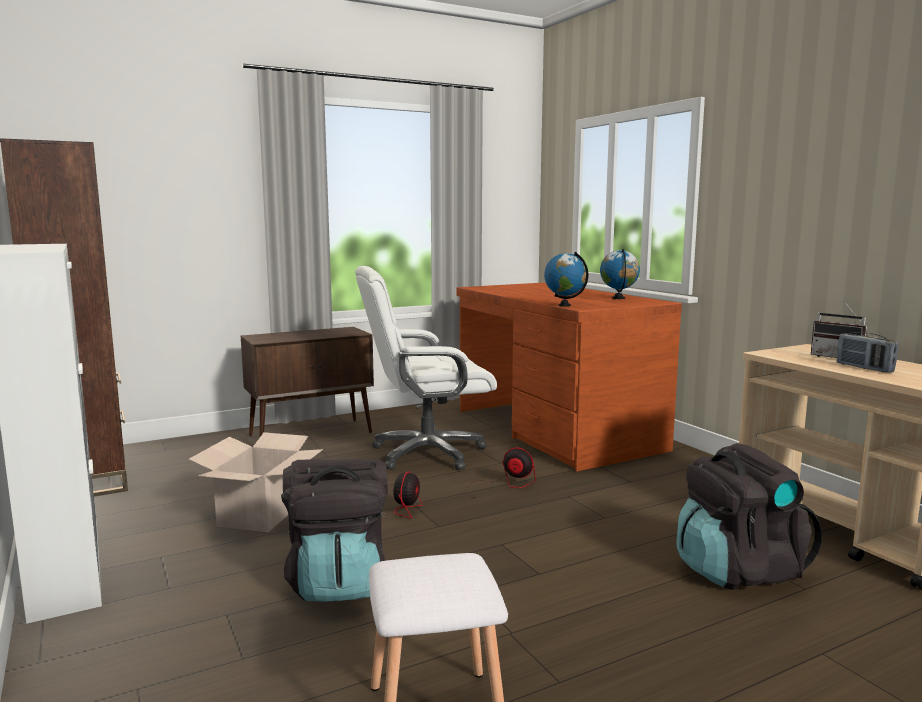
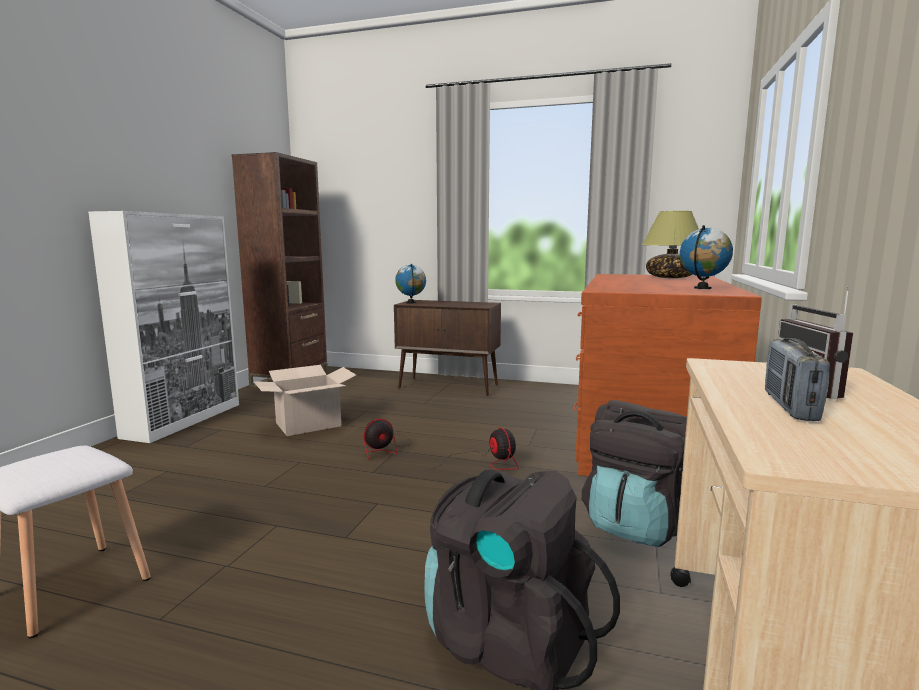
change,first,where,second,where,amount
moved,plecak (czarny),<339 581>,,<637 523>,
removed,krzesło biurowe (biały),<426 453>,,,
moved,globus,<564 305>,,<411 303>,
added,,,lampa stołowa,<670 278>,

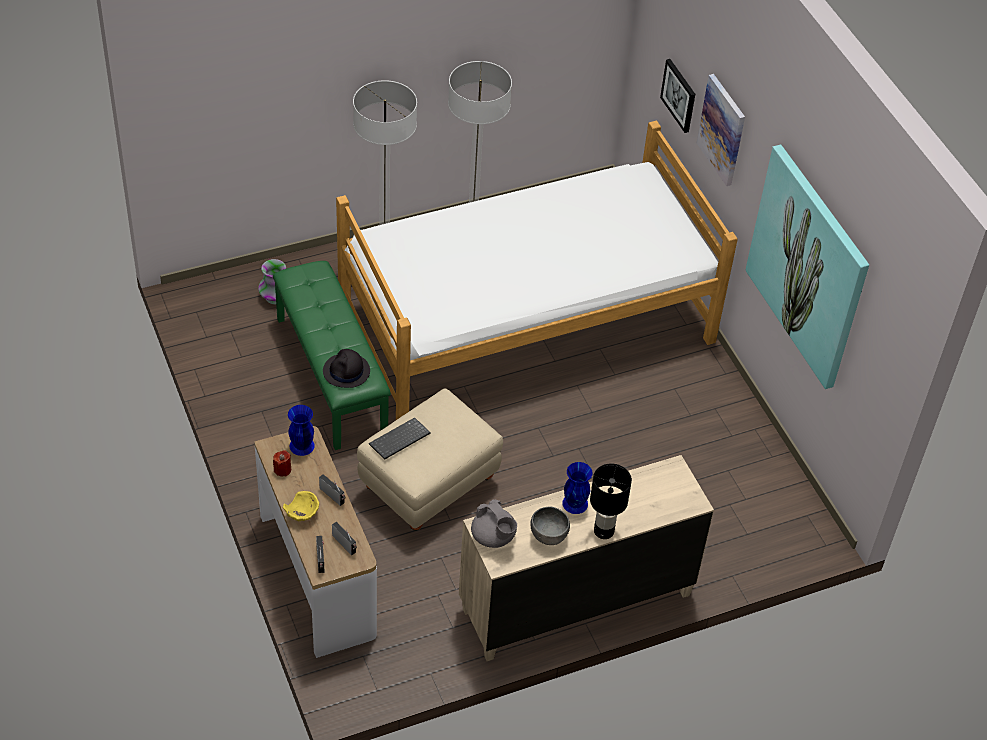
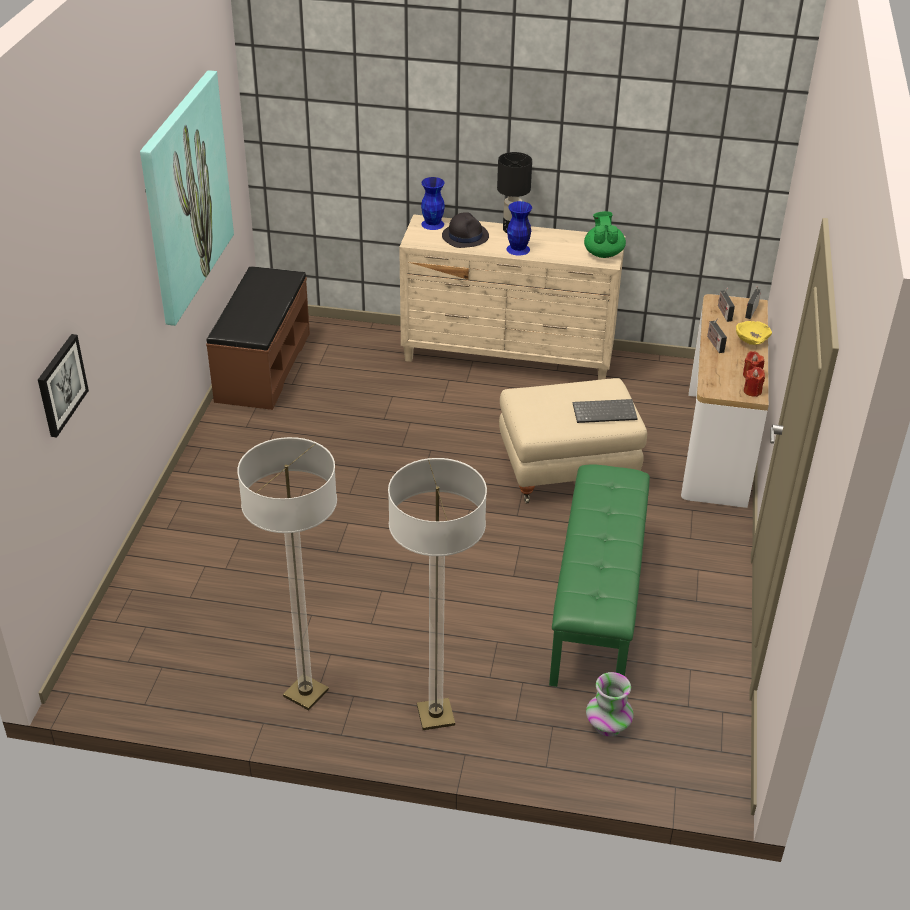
change,first,where,second,where,amount
moved,wazon (niebieski),<301 446>,,<433 224>,
moved,kapelusz (czarny),<346 371>,,<465 236>,
removed,łóżko,<527 323>,,,
recoloured,imbryk (szary),<493 537>,imbryk (zielony),<603 253>,
removed,miska (szary),<549 537>,,,
removed,obraz,<722 129>,,,
added,,,ławka (brązowy),<262 366>,
added,,,świeca (czerwony),<752 391>,

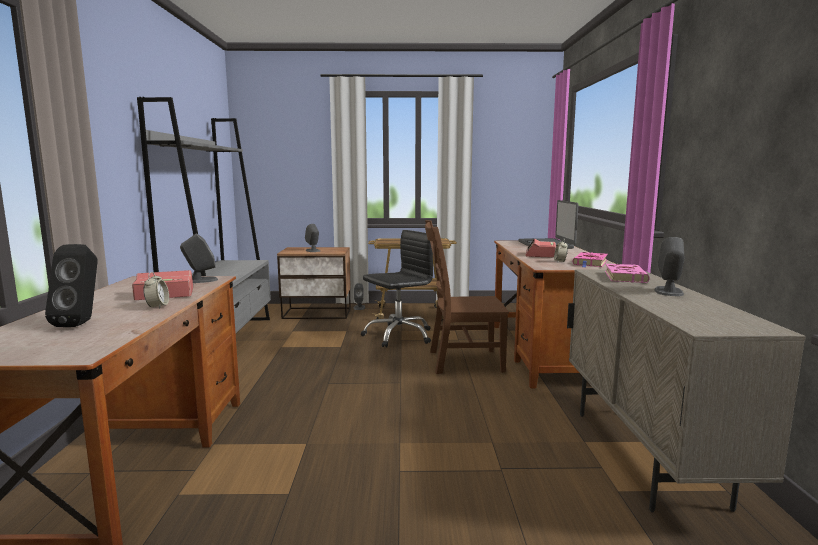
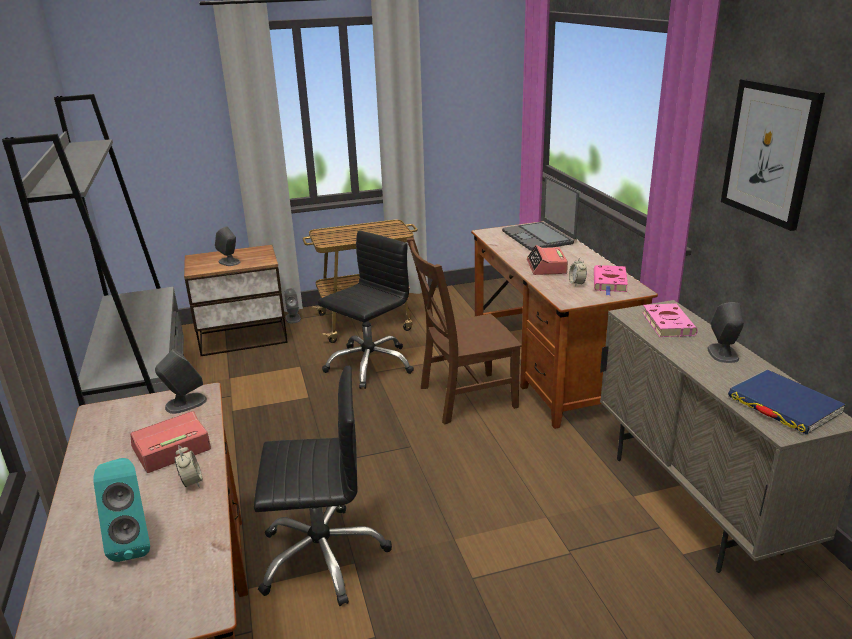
change,first,where,second,where,amount
recoloured,głośnik (czarny),<81 323>,głośnik (turkusowy),<134 542>,
added,,,krzesło biurowe (czarny),<322 555>,
added,,,obraz,<770 152>,
added,,,książka (niebieski),<783 405>,

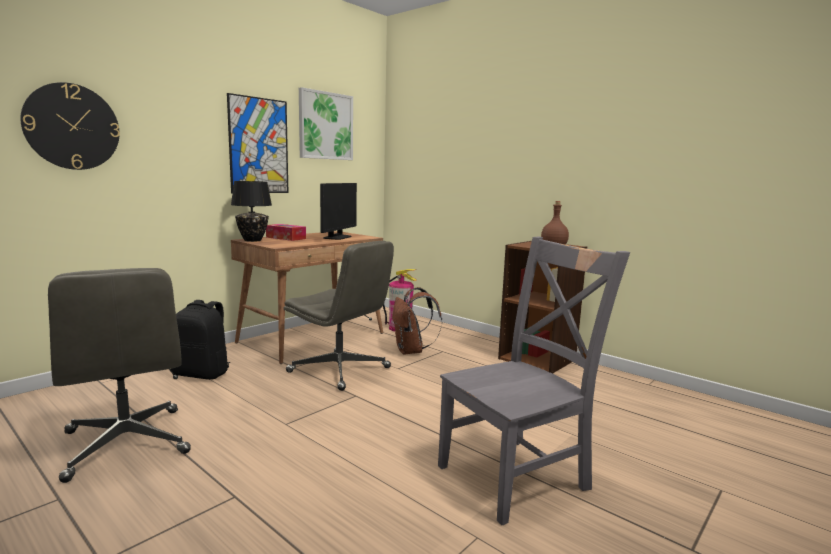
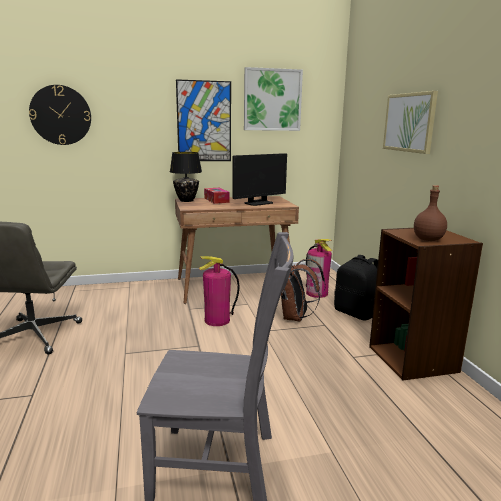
change,first,where,second,where,amount
moved,plecak (czarny),<202 373>,,<356 313>,
replaced,krzesło biurowe (szary),<340 370>,gaśnica,<217 320>,
added,,,obraz,<409 122>,

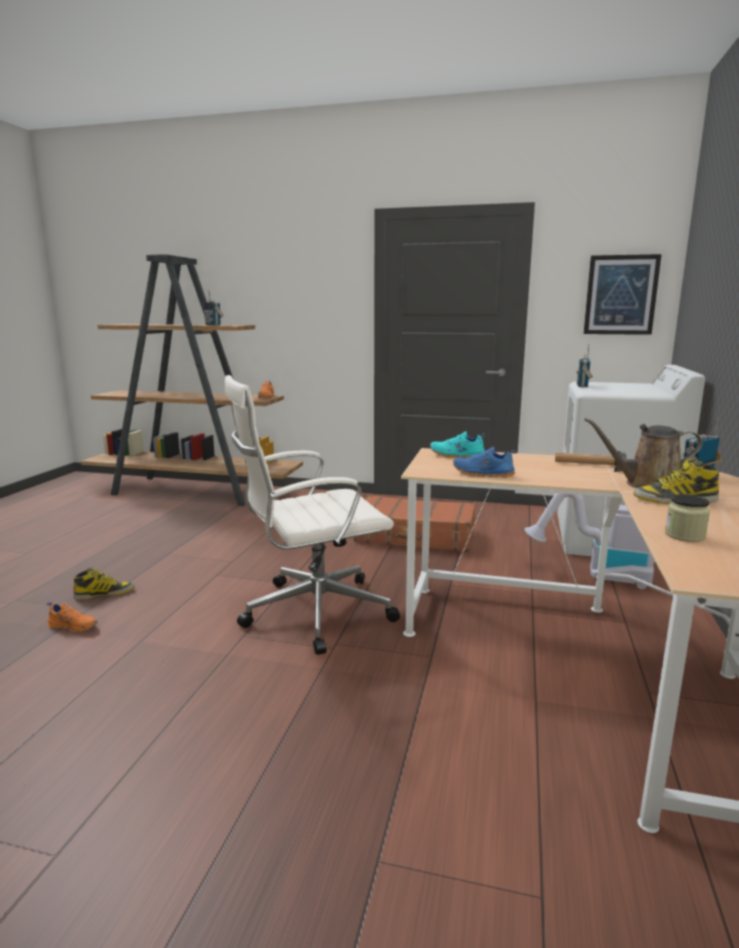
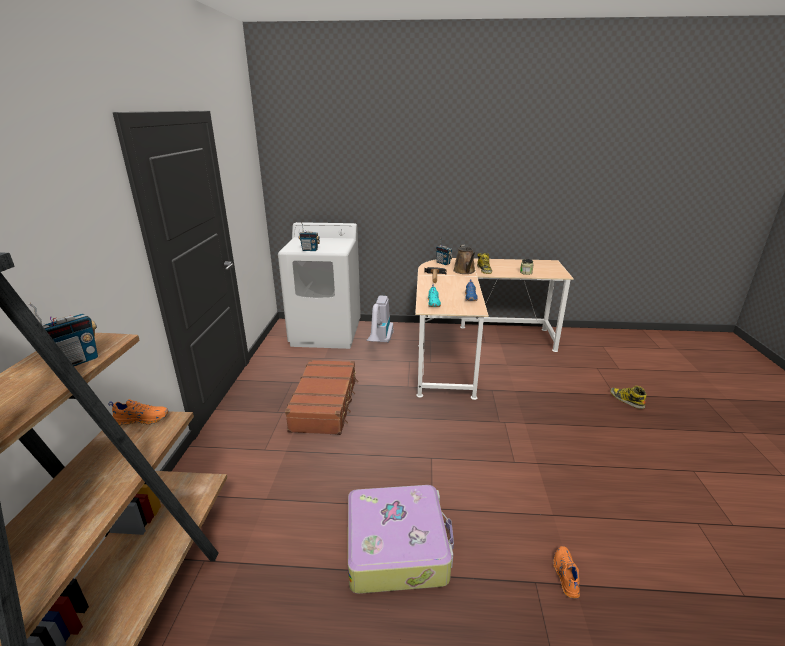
change,first,where,second,where,amount
moved,but z cholewką,<104 593>,,<626 400>,
removed,krzesło biurowe (biały),<313 612>,,,
removed,obraz,<621 295>,,,
added,,,walizka,<397 546>,

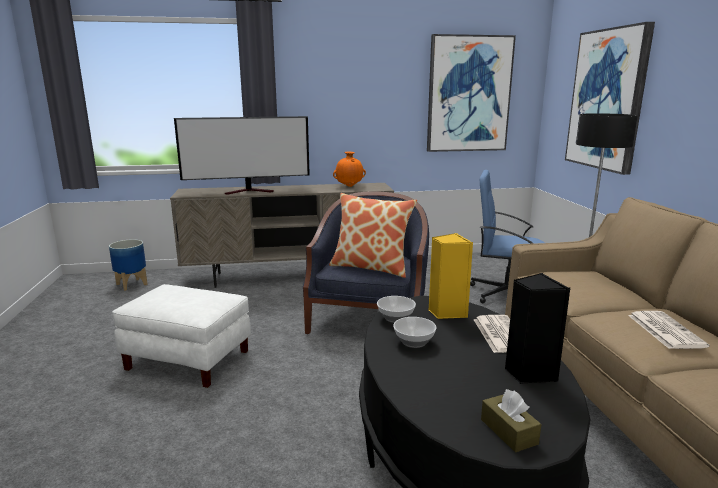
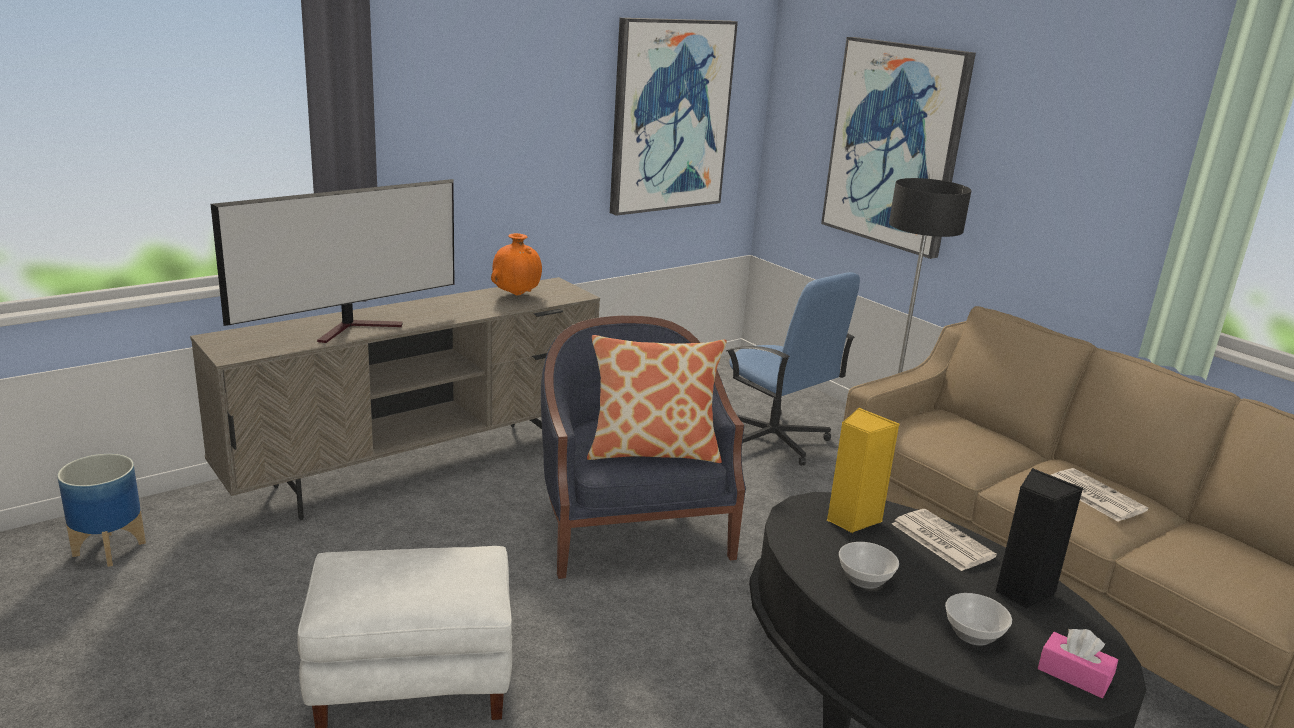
change,first,where,second,where,amount
moved,miska,<395 318>,,<972 634>,
turned,krzesło biurowe (niebieski),<505 293>,,<773 440>,120 degrees counterclockwise
recoloured,pudełko chusteczek (brązowy),<508 431>,pudełko chusteczek (różowy),<1074 675>,

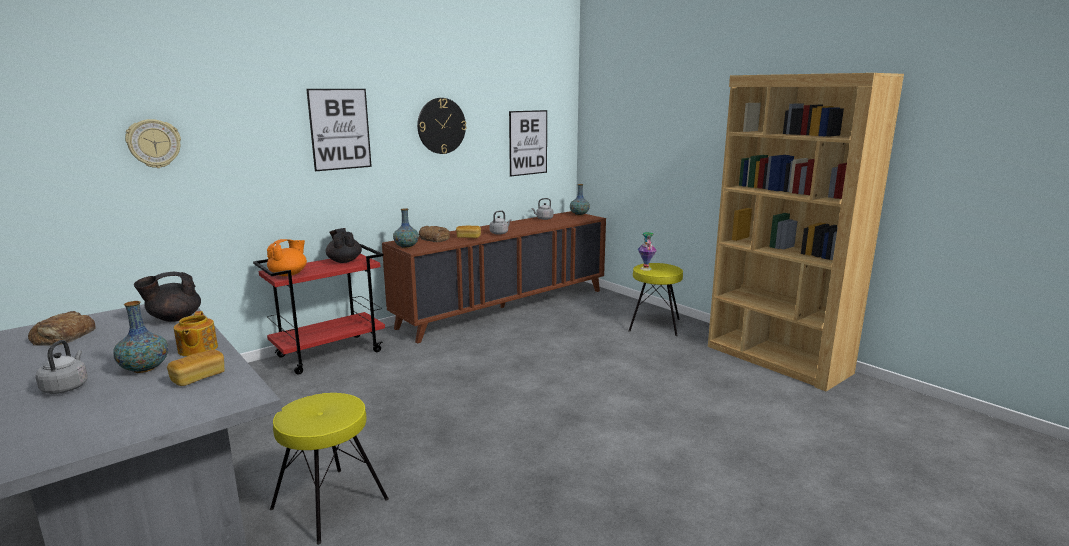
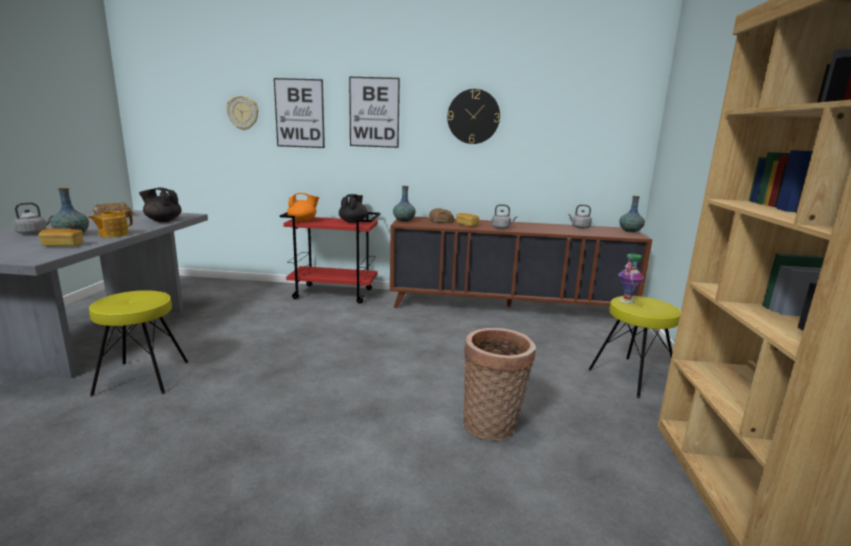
change,first,where,second,where,amount
moved,obraz,<528 143>,,<299 113>,
added,,,koszyk,<493 426>,

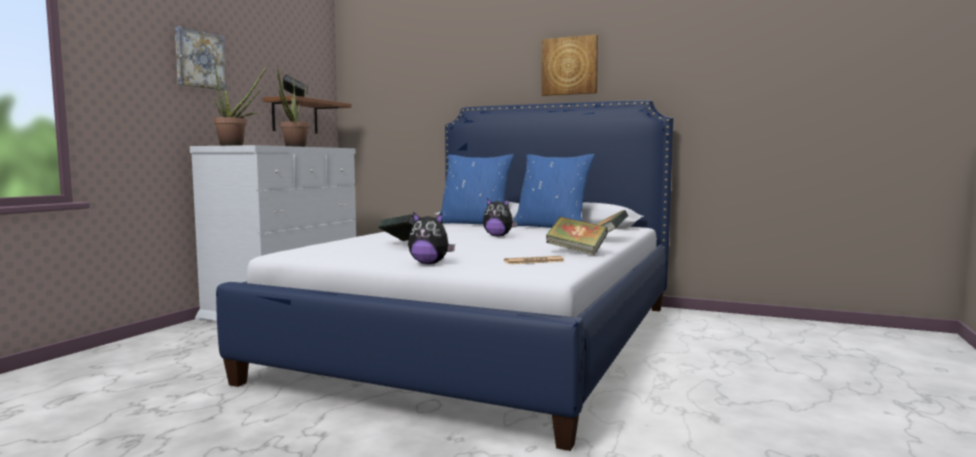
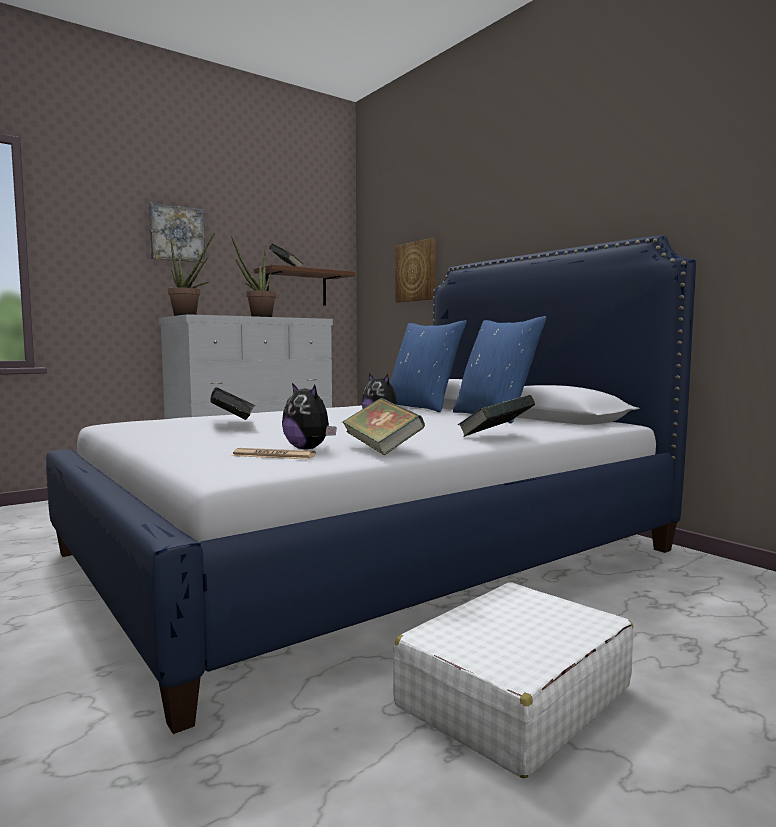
change,first,where,second,where,amount
moved,pluszak,<429 263>,,<308 449>,
moved,obraz,<569 66>,,<416 271>,
added,,,walizka (biały),<513 697>,

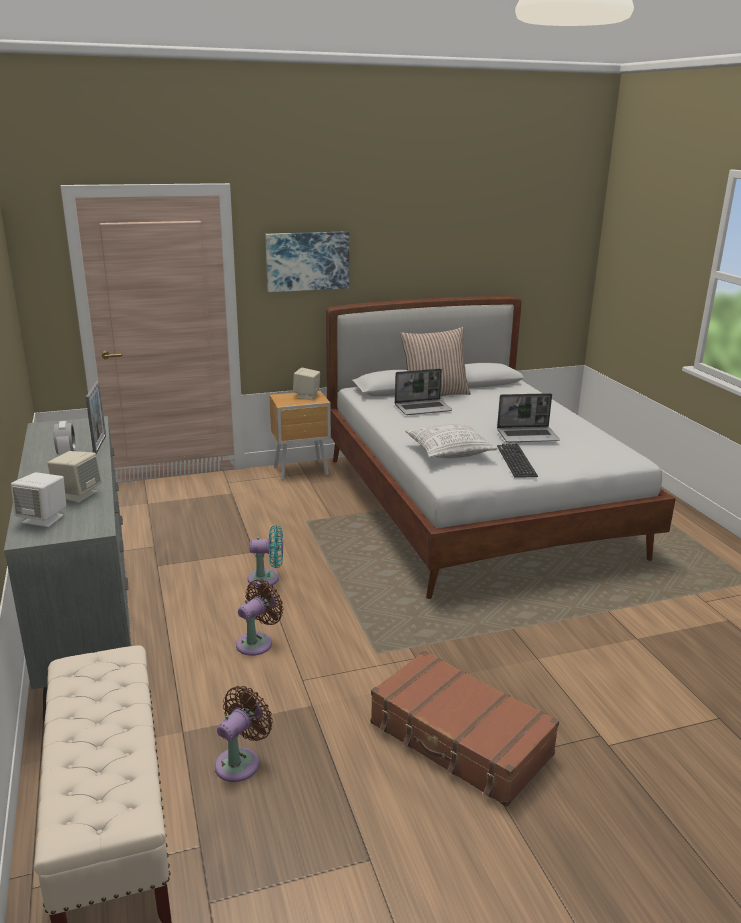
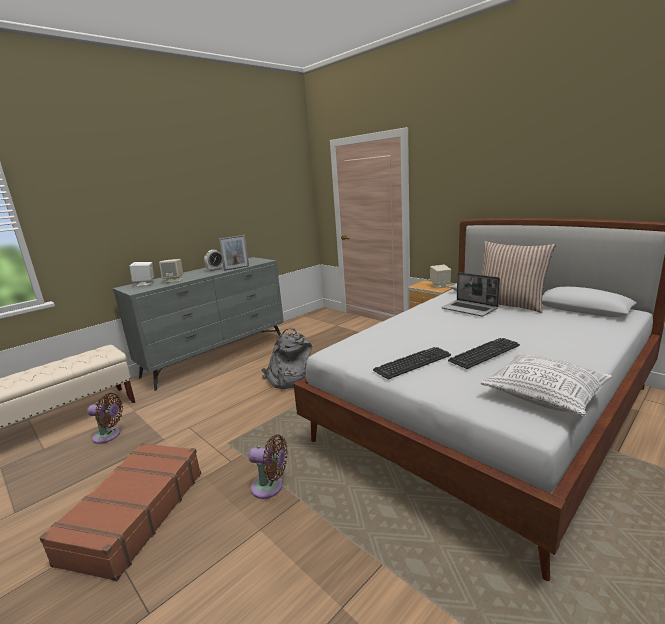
change,first,where,second,where,amount
moved,wentylator (brązowy),<257 642>,,<270 487>,
replaced,wentylator (turkusowy),<267 578>,plecak (szary),<289 379>,
removed,obraz,<307 261>,,,
moved,poduszka,<449 452>,,<545 395>,
replaced,laptop,<528 436>,klawiatura,<484 353>,

